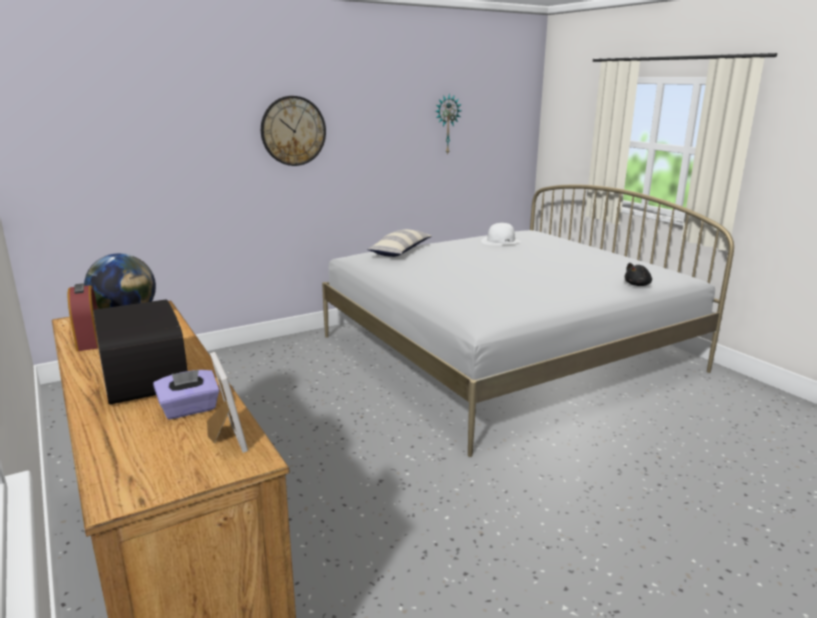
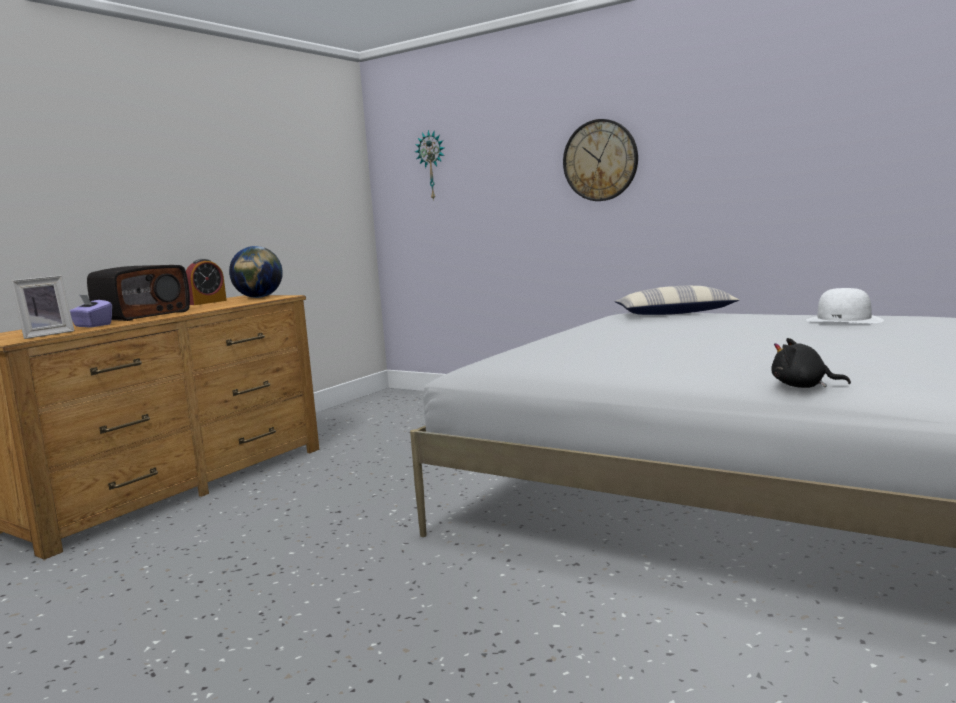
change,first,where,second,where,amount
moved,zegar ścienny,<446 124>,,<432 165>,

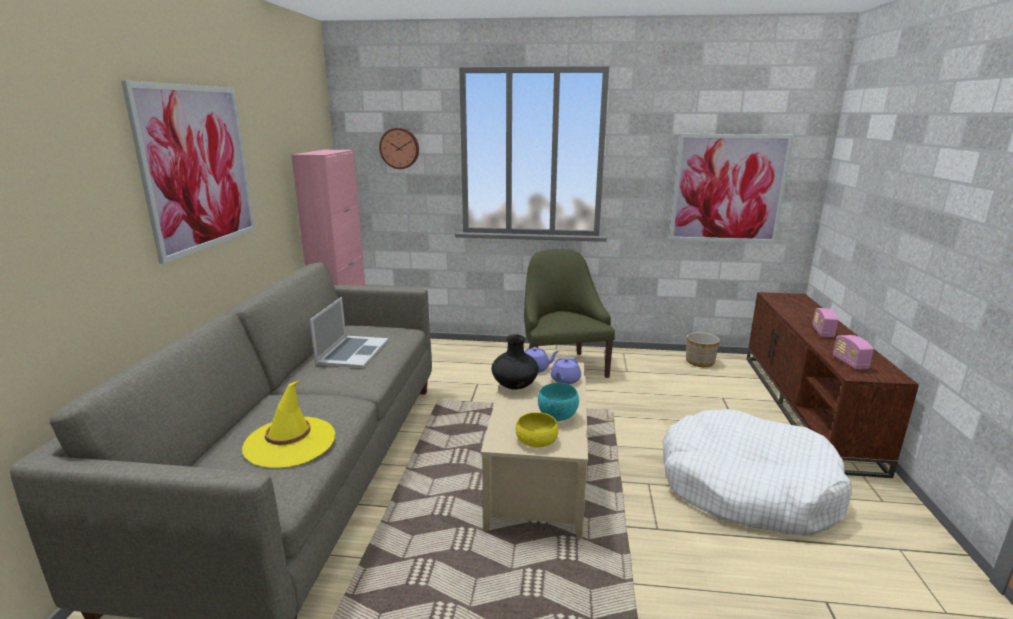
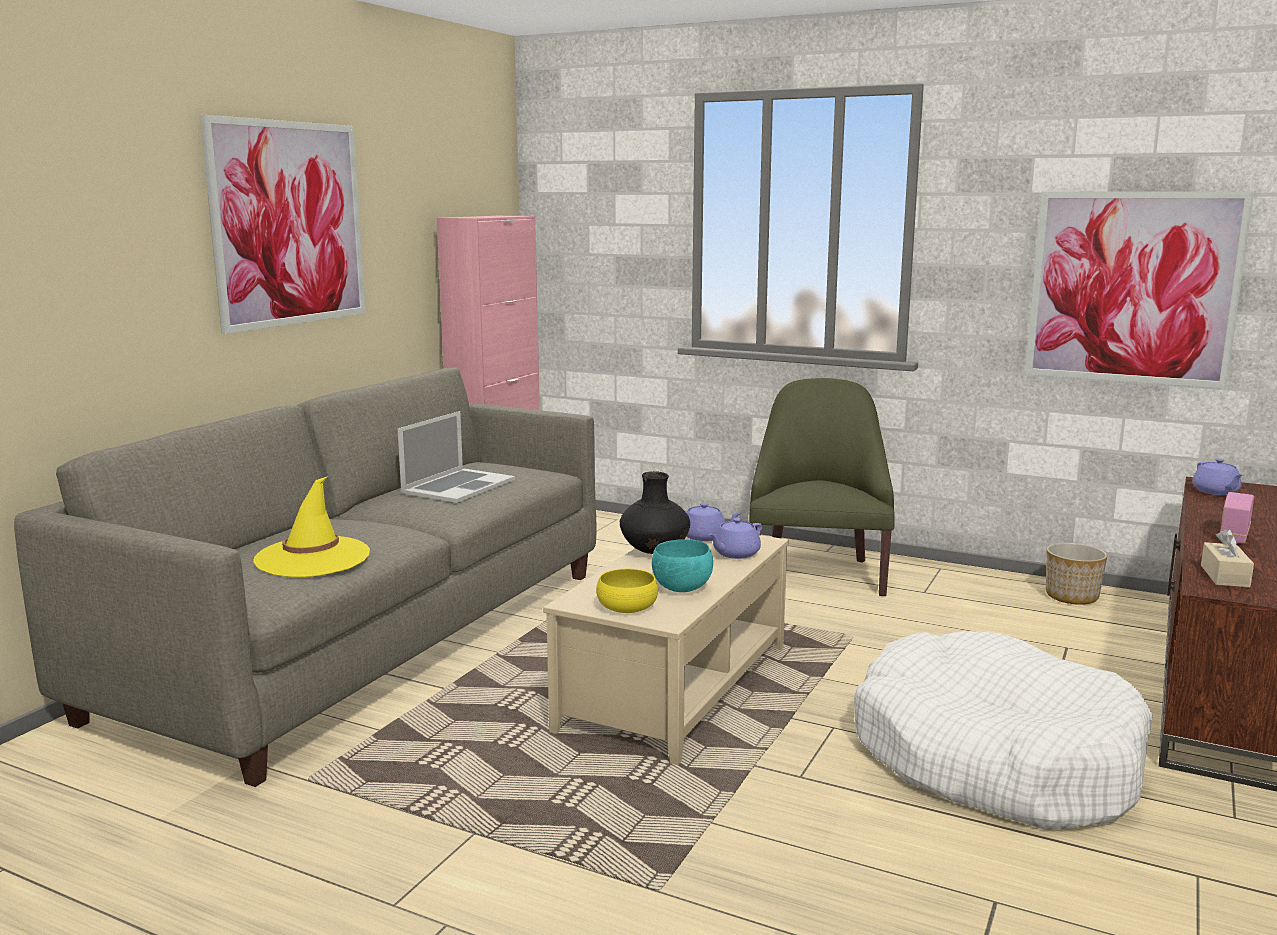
change,first,where,second,where,amount
removed,zegar ścienny,<399 148>,,,
replaced,radio,<849 363>,pudełko chusteczek (beżowy),<1224 576>,
added,,,imbryk (fioletowy),<1216 492>,

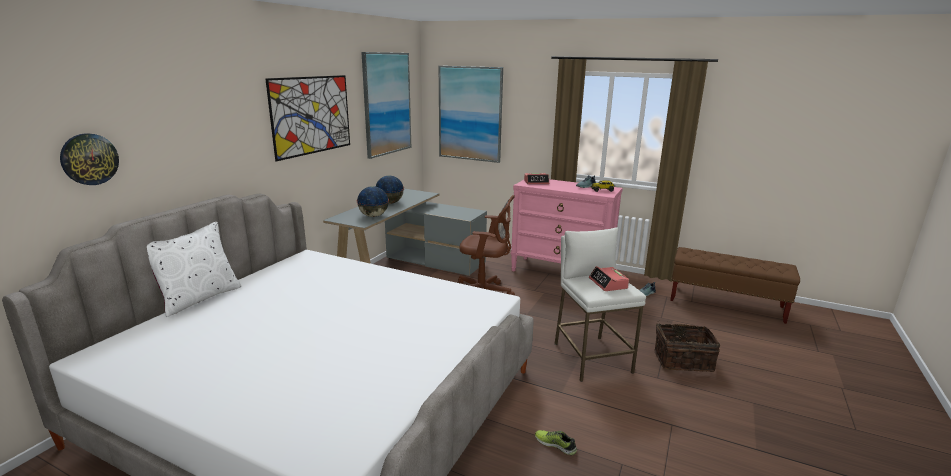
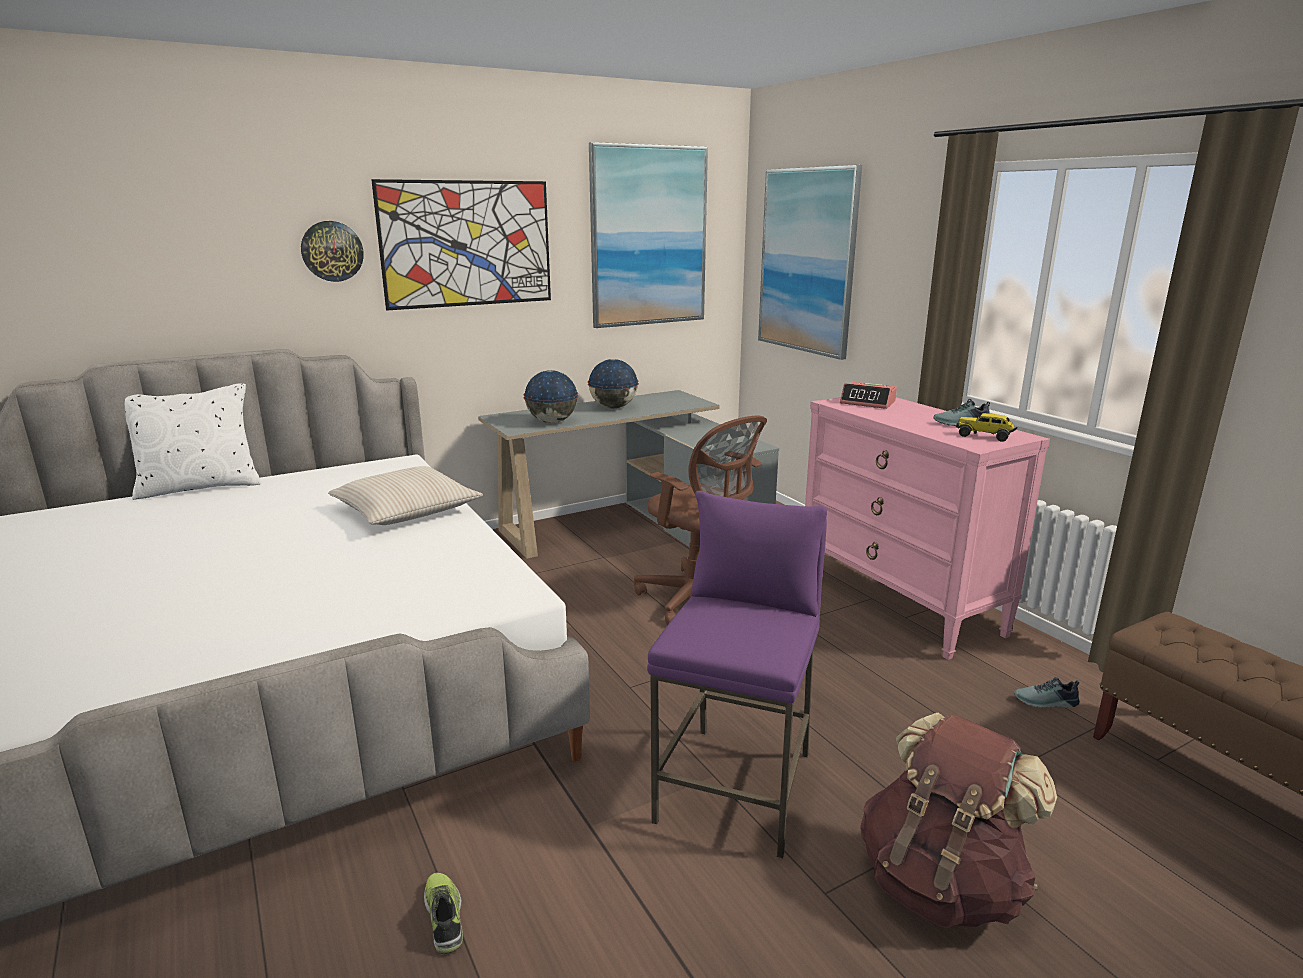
change,first,where,second,where,amount
moved,zegar ścienny,<89 159>,,<332 251>,
recoloured,stołek (biały),<591 357>,stołek (fioletowy),<736 786>,
removed,budzik,<608 283>,,,
replaced,koszyk,<682 360>,plecak (brązowy),<941 883>,
added,,,poduszka (beżowy),<406 511>,

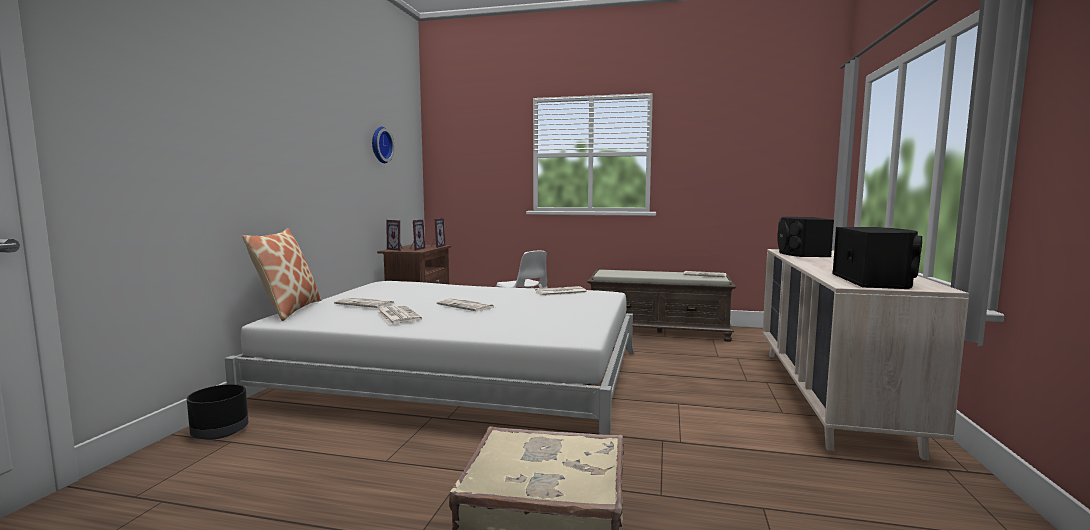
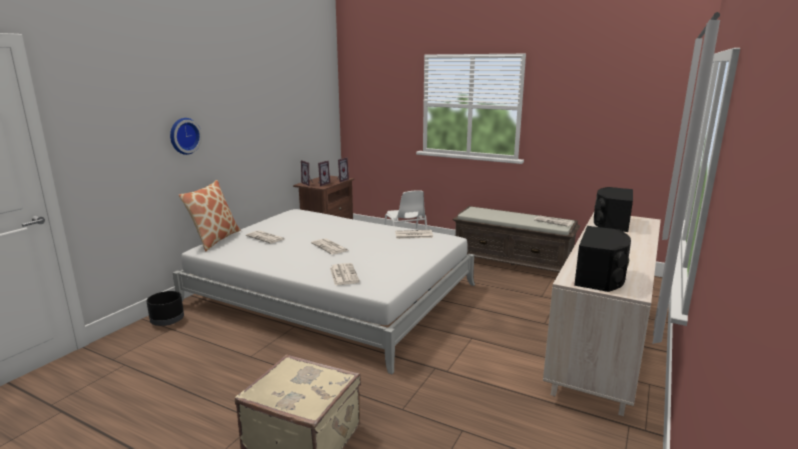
change,first,where,second,where,amount
moved,zegar ścienny,<380 145>,,<183 136>,
moved,gazeta,<397 315>,,<343 274>,

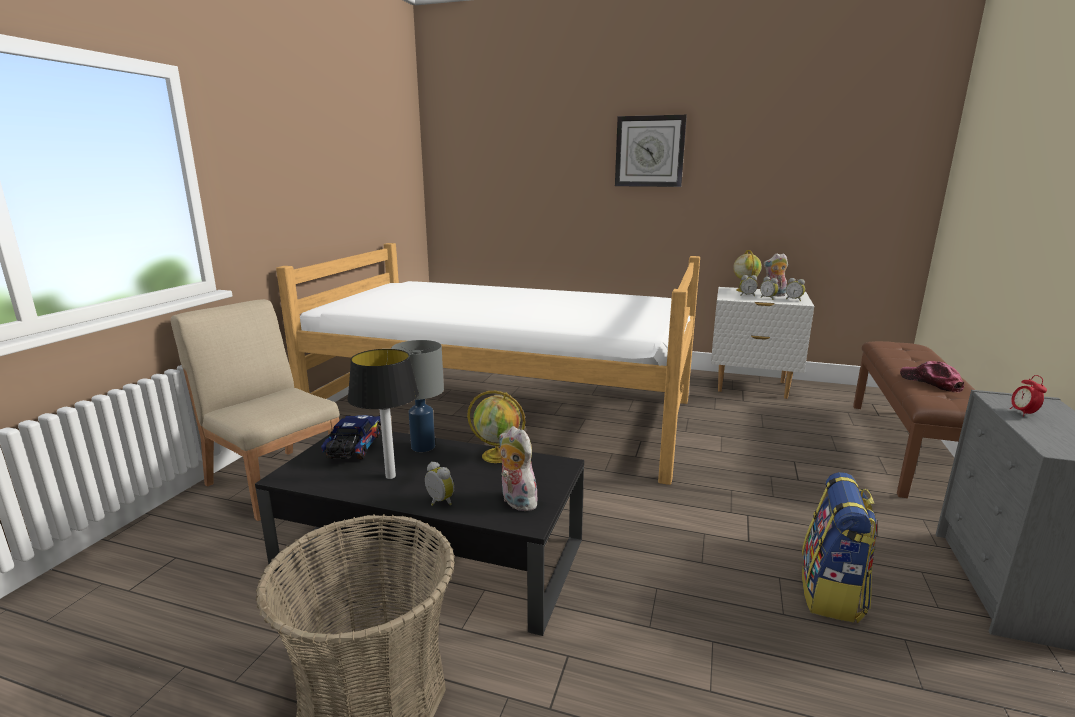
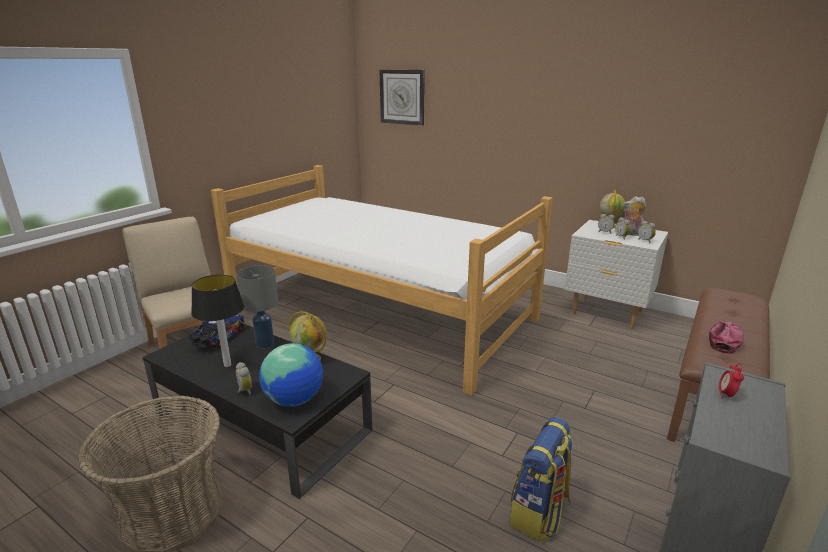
change,first,where,second,where,amount
replaced,pluszak,<516 502>,globus,<295 400>,
moved,zegar ścienny,<649 151>,,<402 97>,
turned,czapka z daszkiem,<931 382>,,<724 341>,45 degrees clockwise

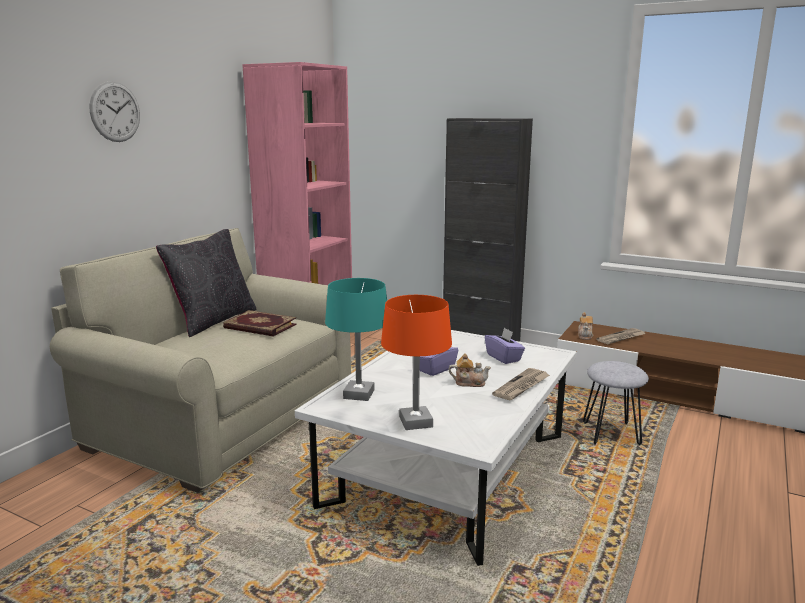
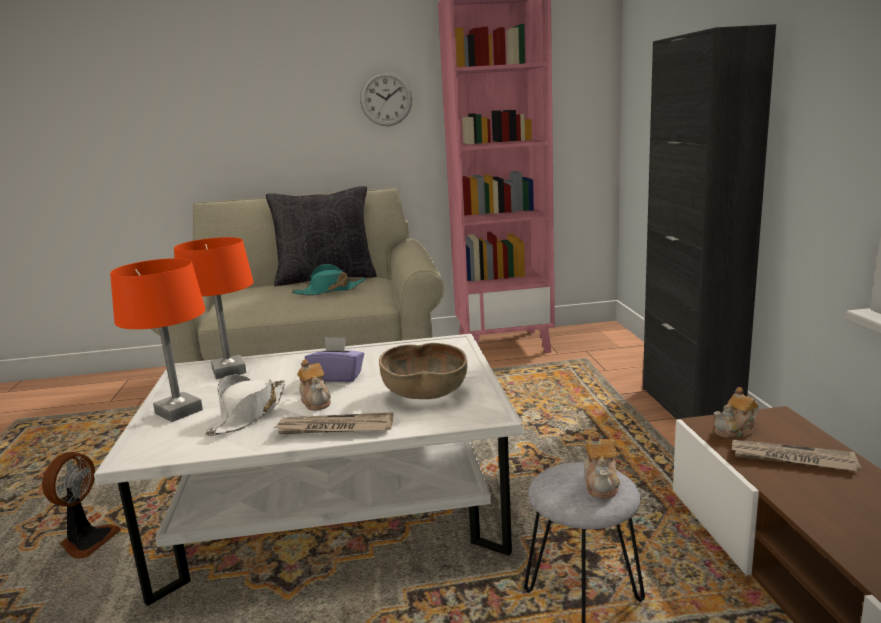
change,first,where,second,where,amount
moved,zegar ścienny,<115 112>,,<386 99>,
replaced,książka,<259 327>,kapelusz (turkusowy),<329 291>,
recoloured,lampa stołowa (turkusowy),<359 394>,lampa stołowa (pomarańczowy),<228 371>,
replaced,pudełko chusteczek (fioletowy),<504 358>,miska (brązowy),<425 394>,
added,,,wentylator,<87 541>,
added,,,kapelusz (biały),<249 414>,
added,,,imbryk,<601 484>,

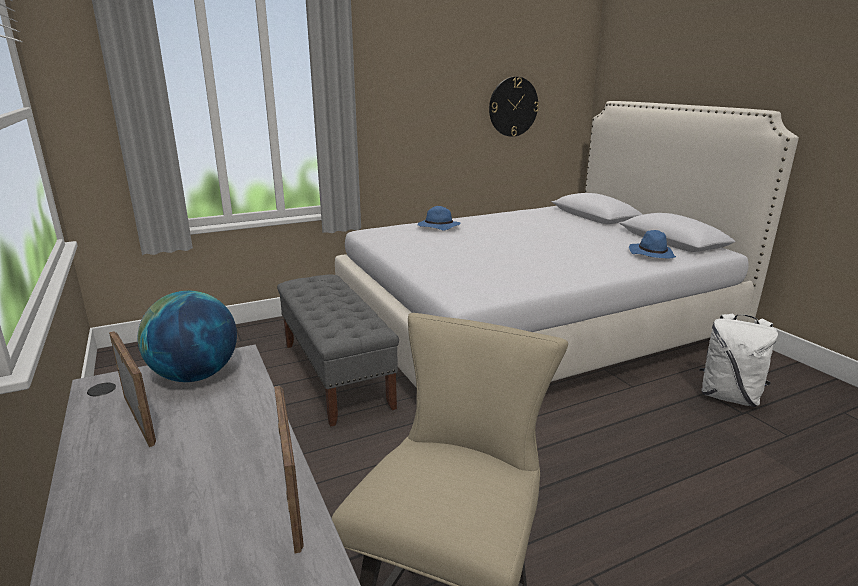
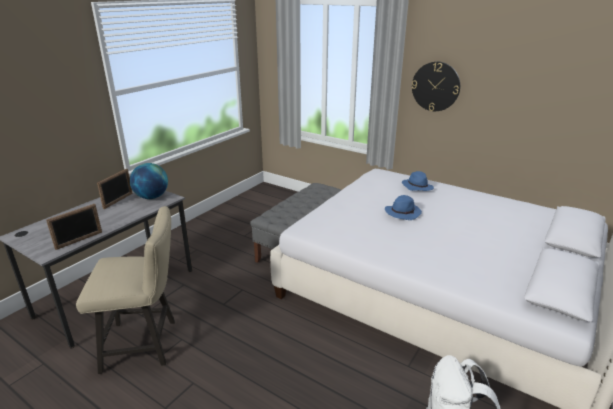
change,first,where,second,where,amount
moved,zegar ścienny,<513 107>,,<435 86>,
moved,kapelusz (niebieski),<651 254>,,<403 212>,

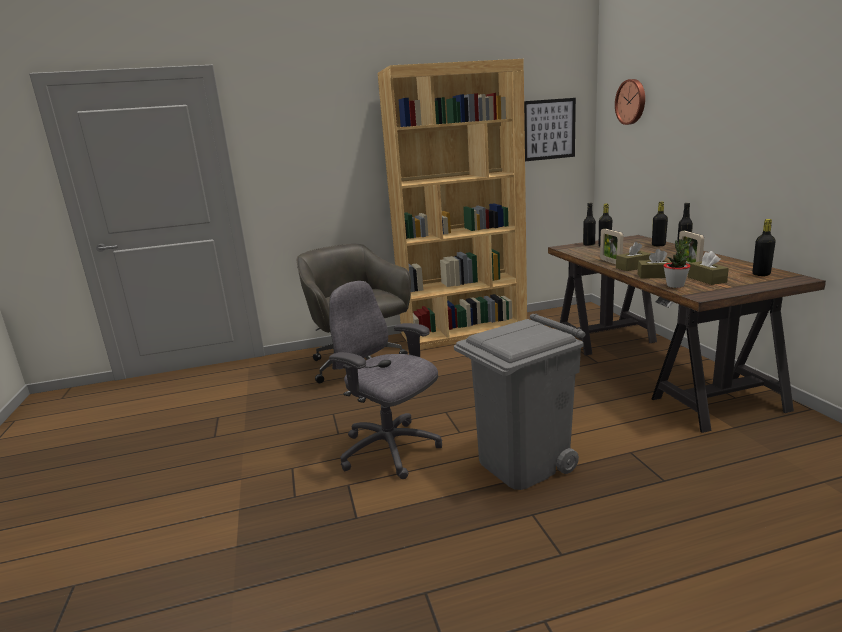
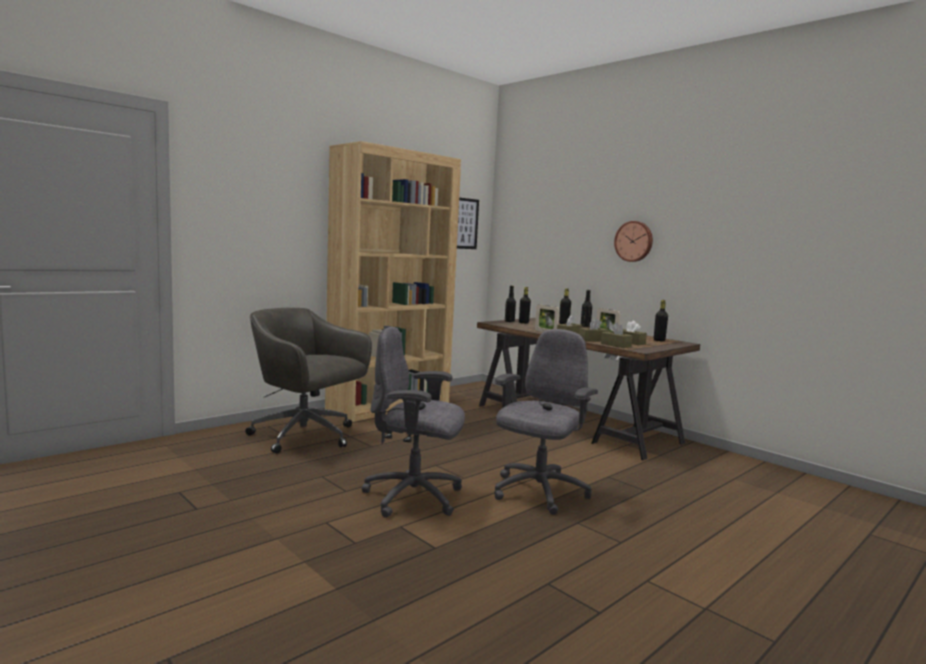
change,first,where,second,where,amount
replaced,kosz na śmieci (szary),<522 463>,krzesło biurowe (szary),<538 492>,
moved,zegar ścienny,<631 102>,,<634 241>,
replaced,roślina doniczkowa,<675 285>,pudełko chusteczek (brązowy),<615 345>,

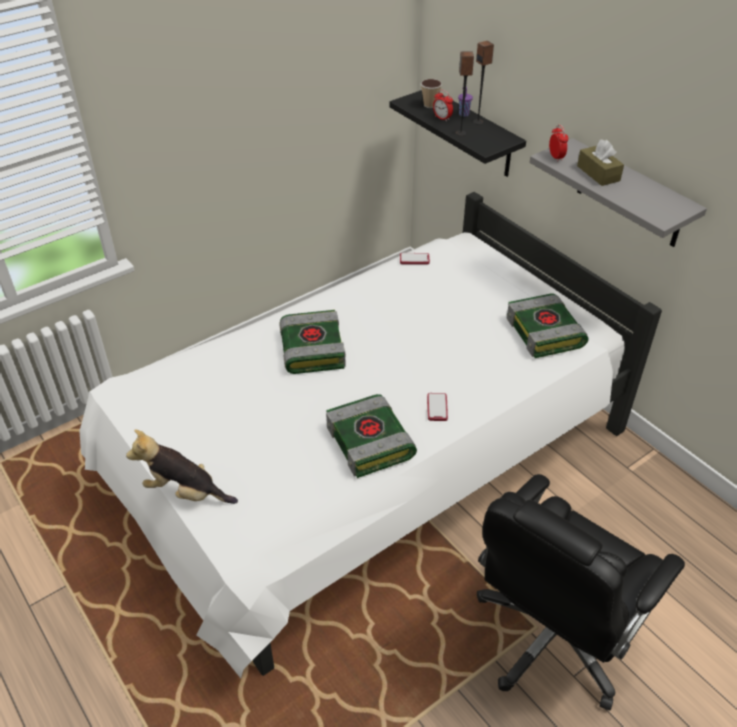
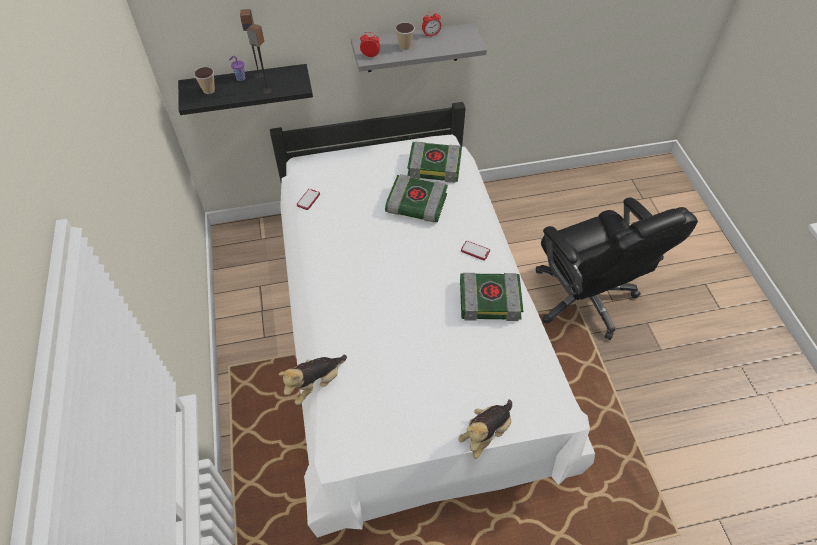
change,first,where,second,where,amount
moved,książka,<311 349>,,<415 205>,
moved,budzik,<442 118>,,<431 35>,
replaced,pudełko chusteczek (brązowy),<598 173>,filiżanka,<405 46>,
added,,,pluszak,<315 384>,

